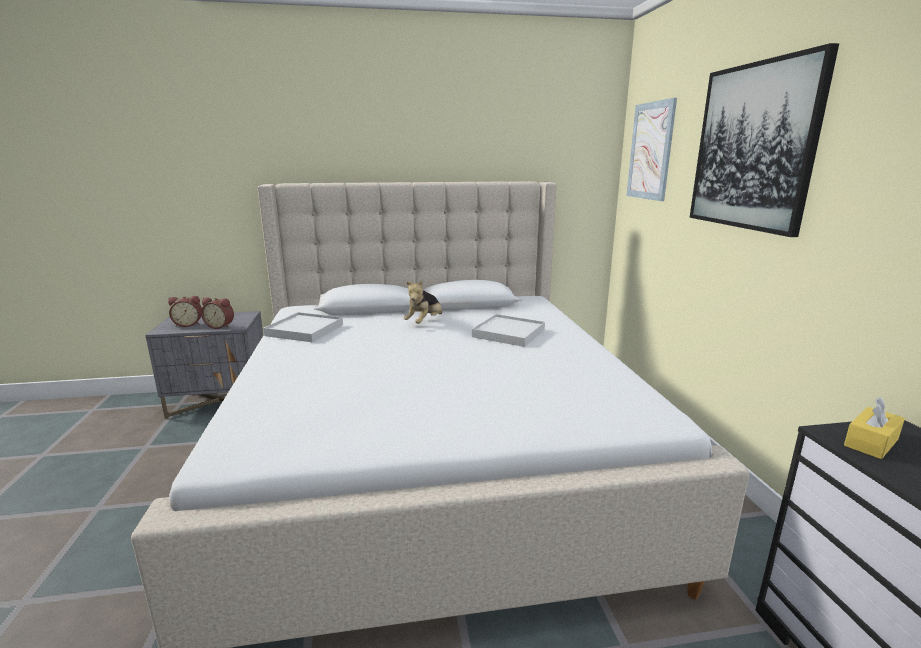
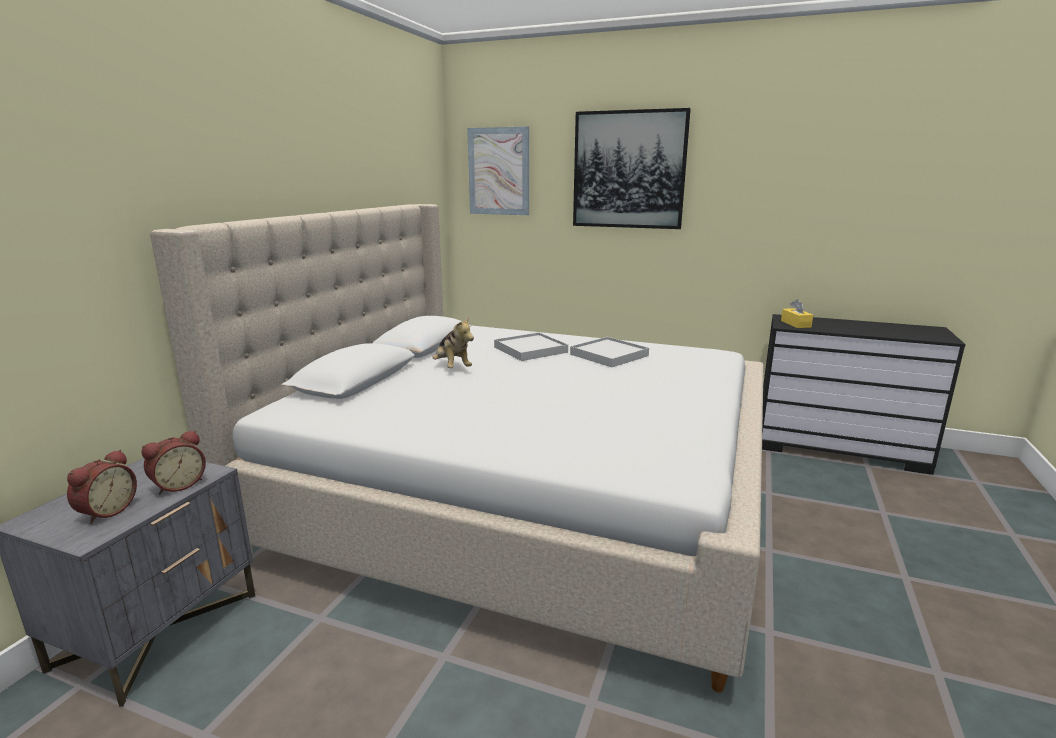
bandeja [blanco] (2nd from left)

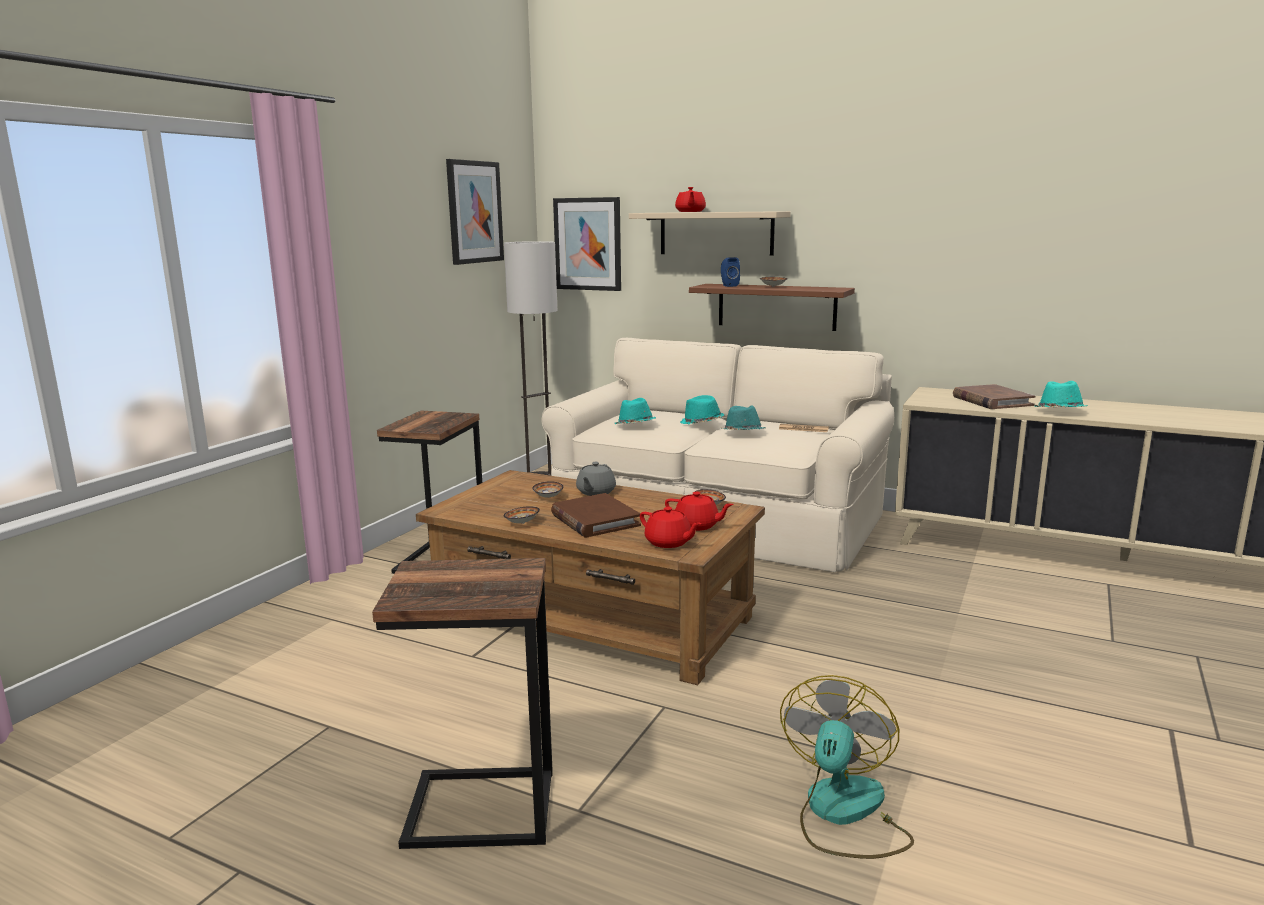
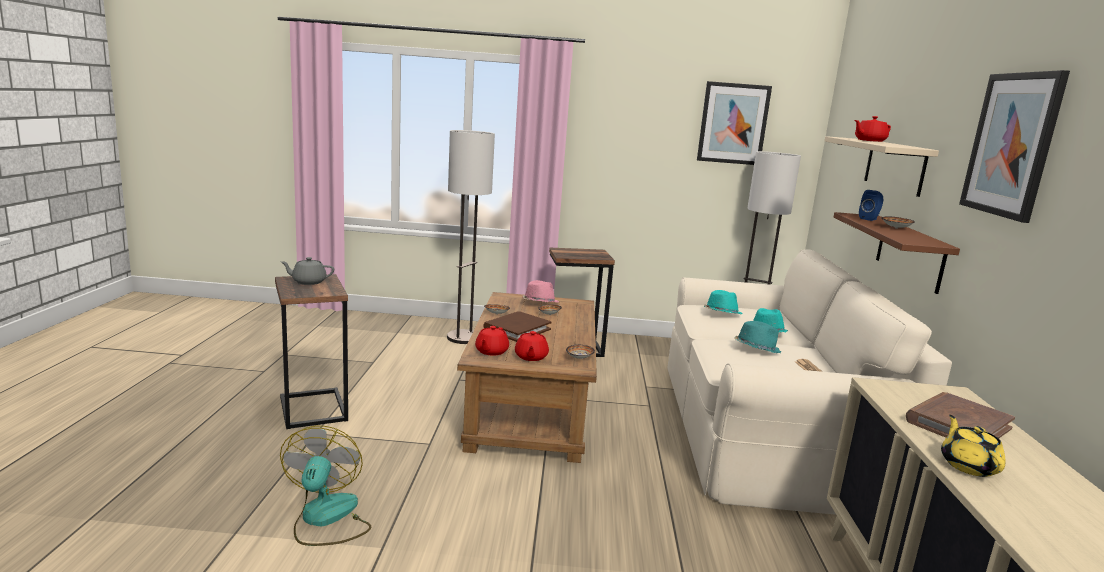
cuadro (2nd from left)
tetera [gris]
ventilador
tetera [amarillo]
lámpara de pie (1st from left)
sombrero [rosa]

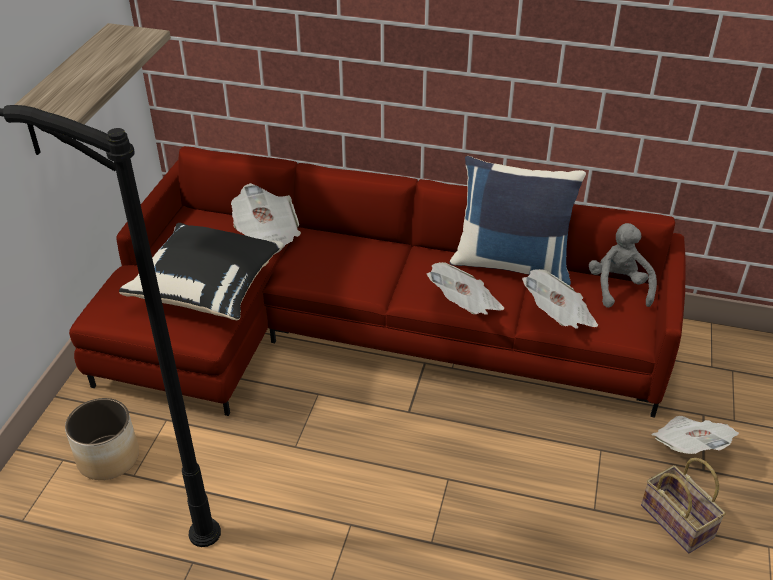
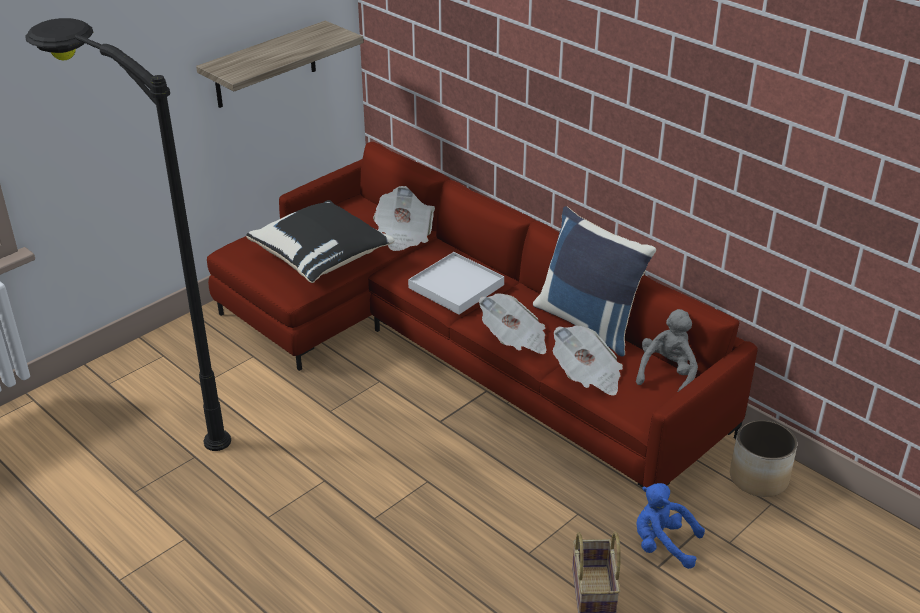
maceta
peluche [azul]
bandeja [blanco]

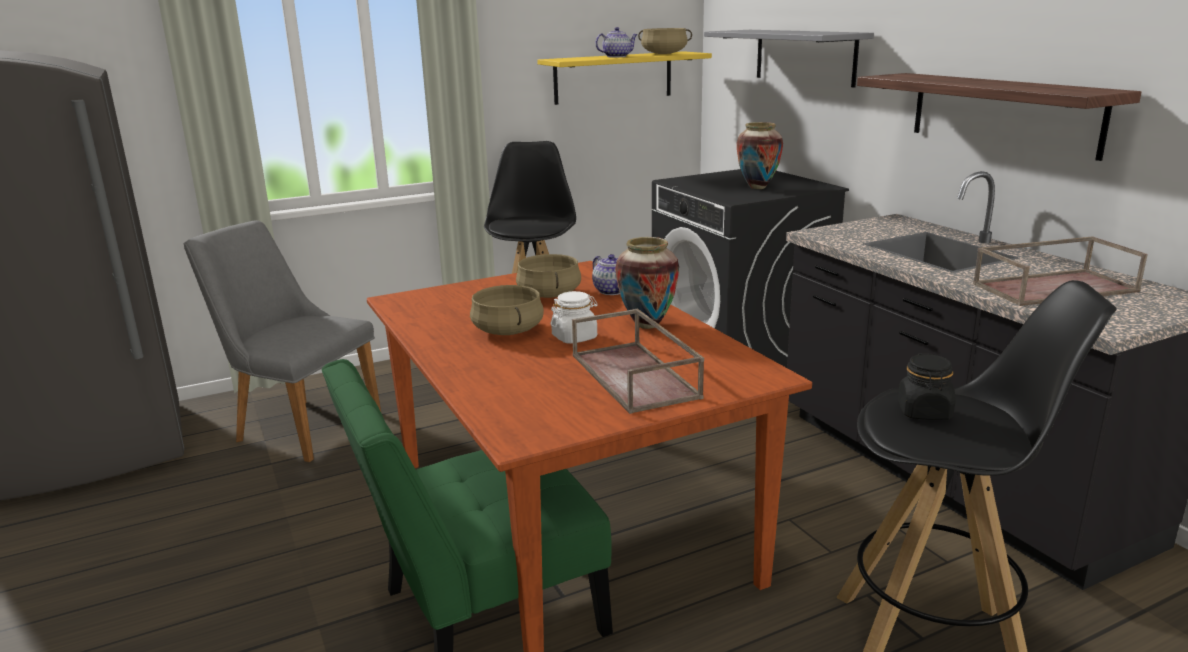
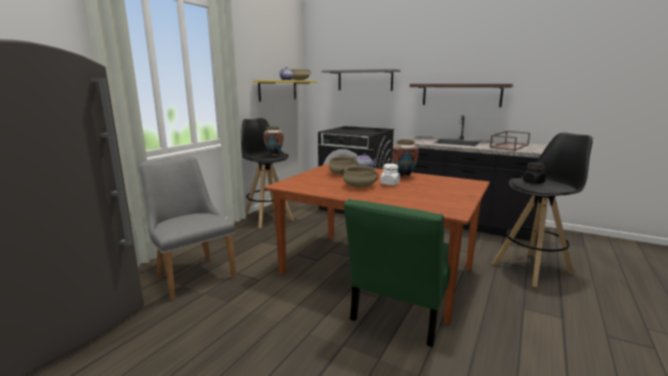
silla [gris]
bandeja [marrón] (1st from left in the first image)
florero (1st from left)

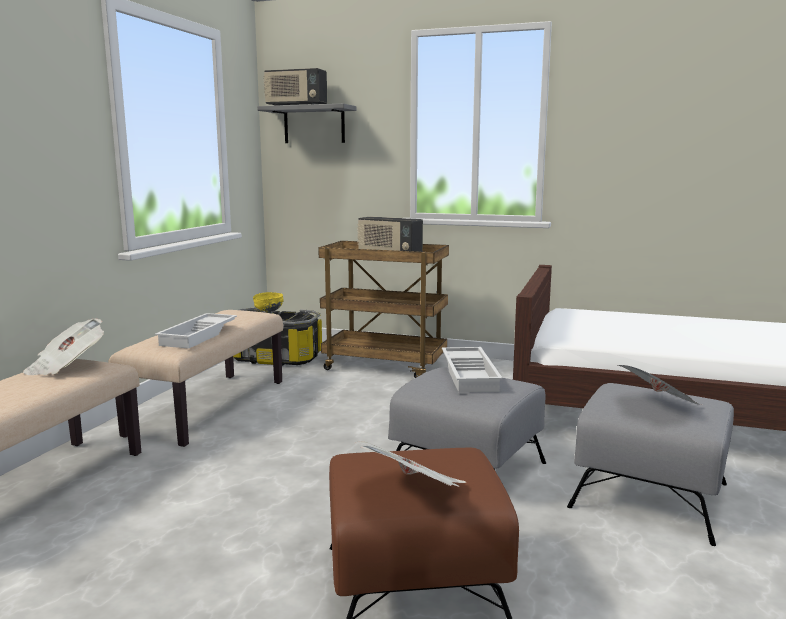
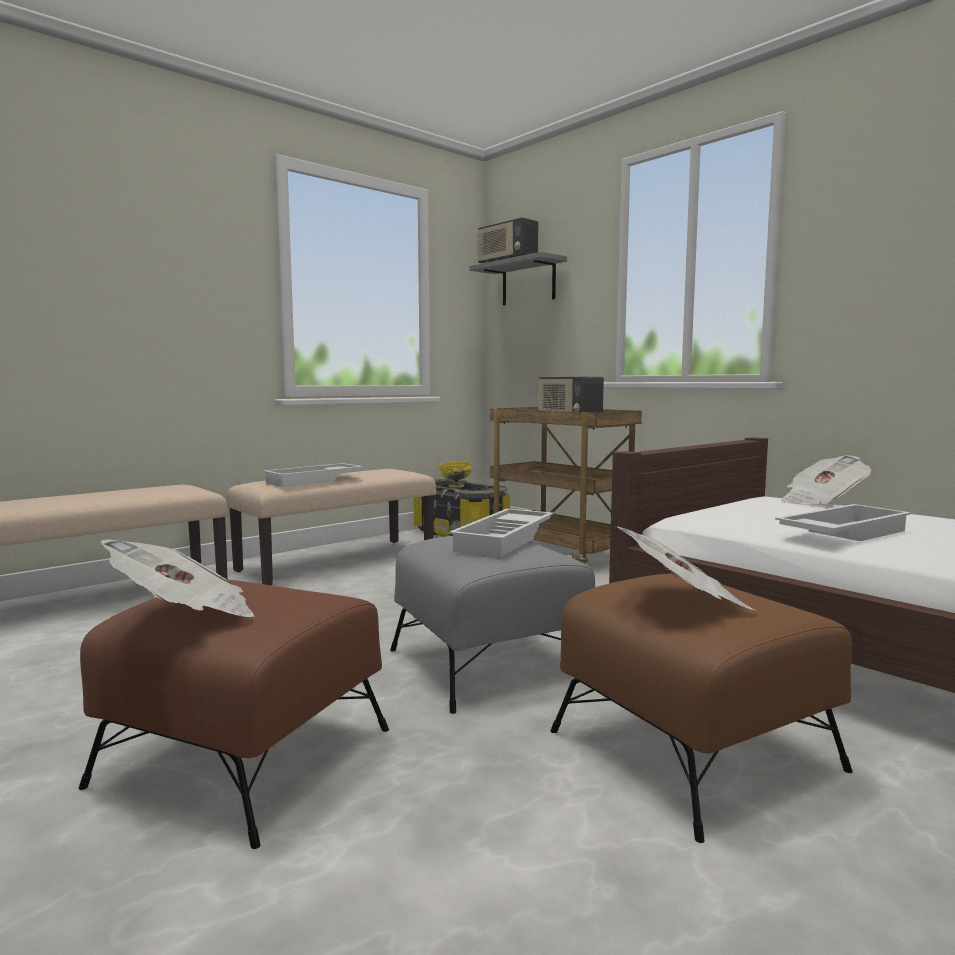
periódico (3rd from left)
puf [marrón] (2nd from left)
bandeja [blanco] (3rd from left)

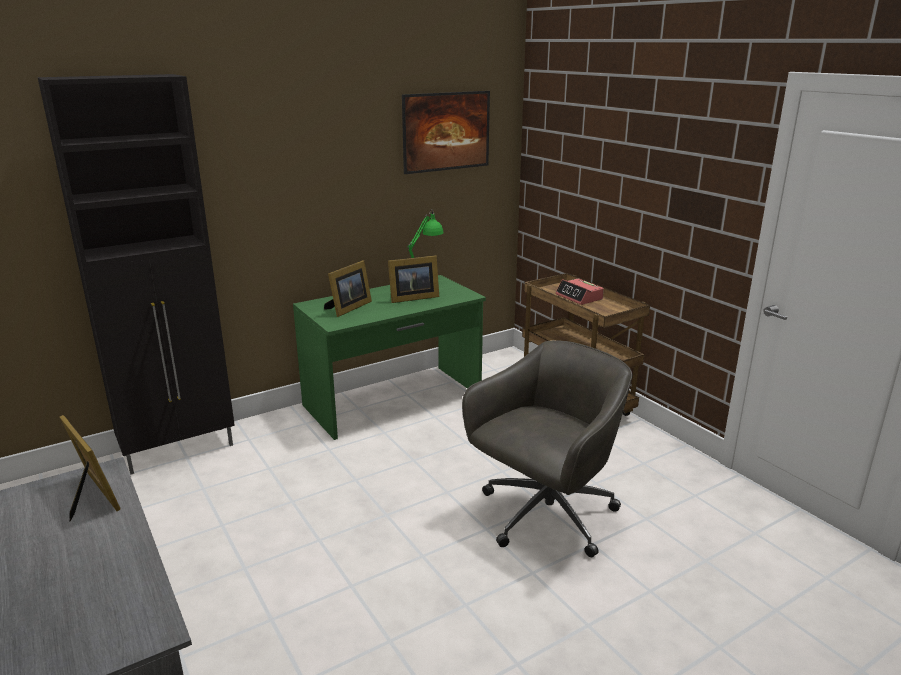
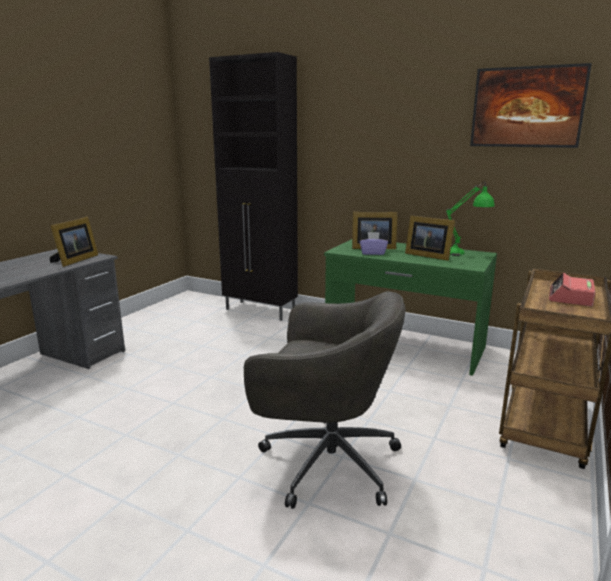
caja de pañuelos [morado]

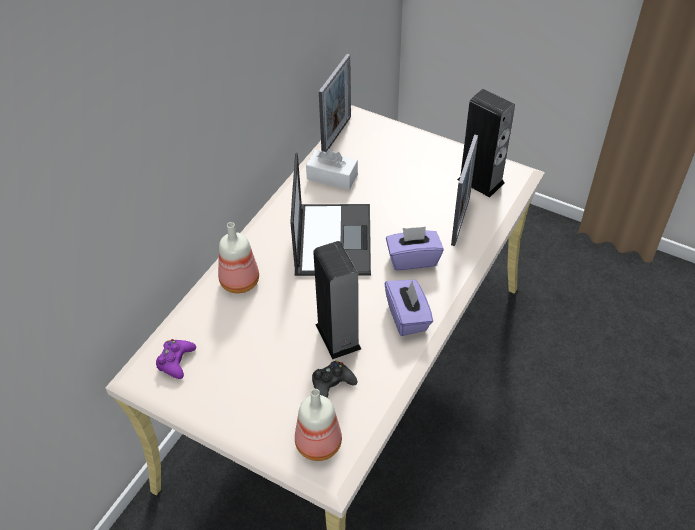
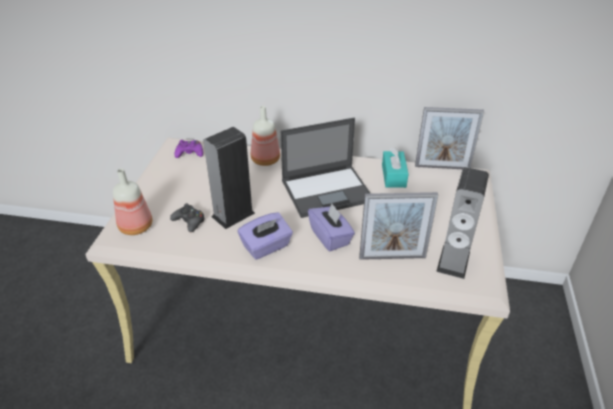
caja de pañuelos [turquesa]

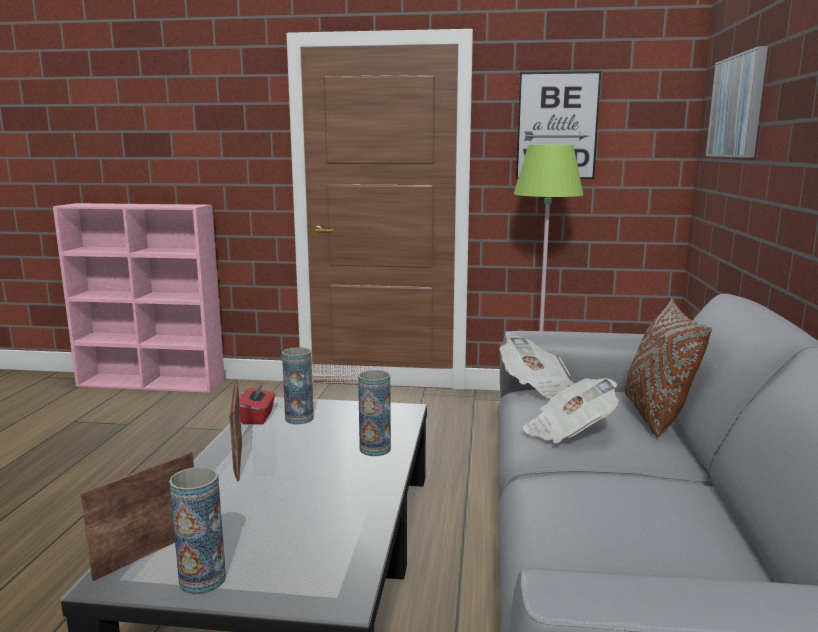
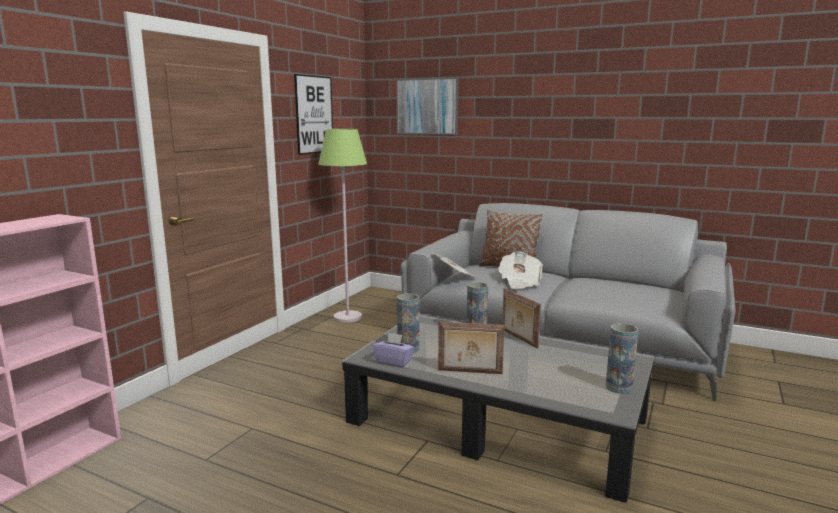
portarretratos (2nd from left)
caja de pañuelos [morado]

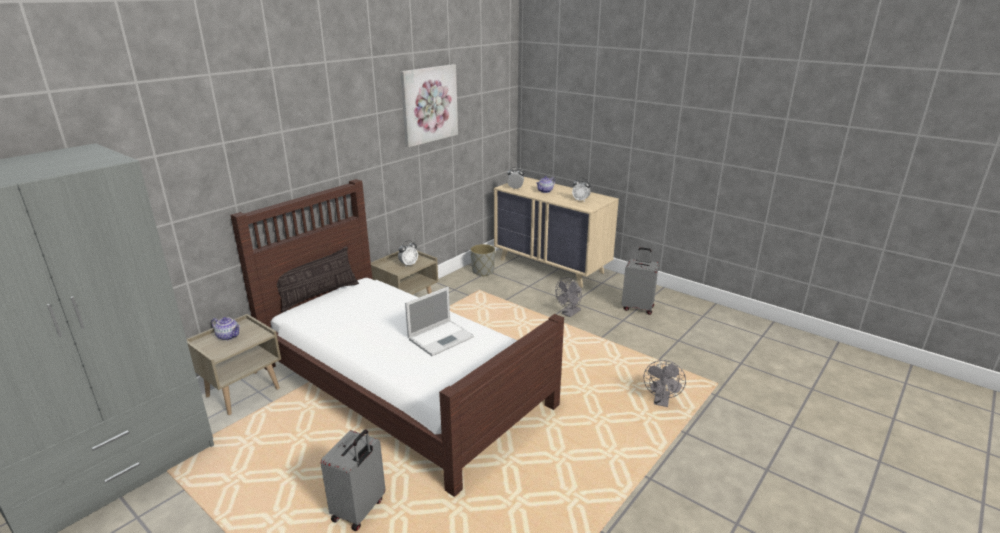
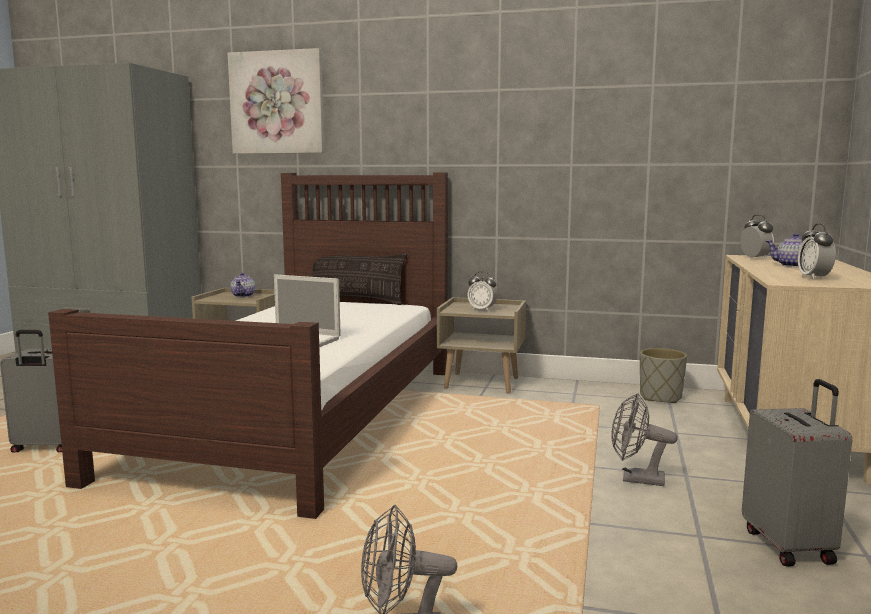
cuadro

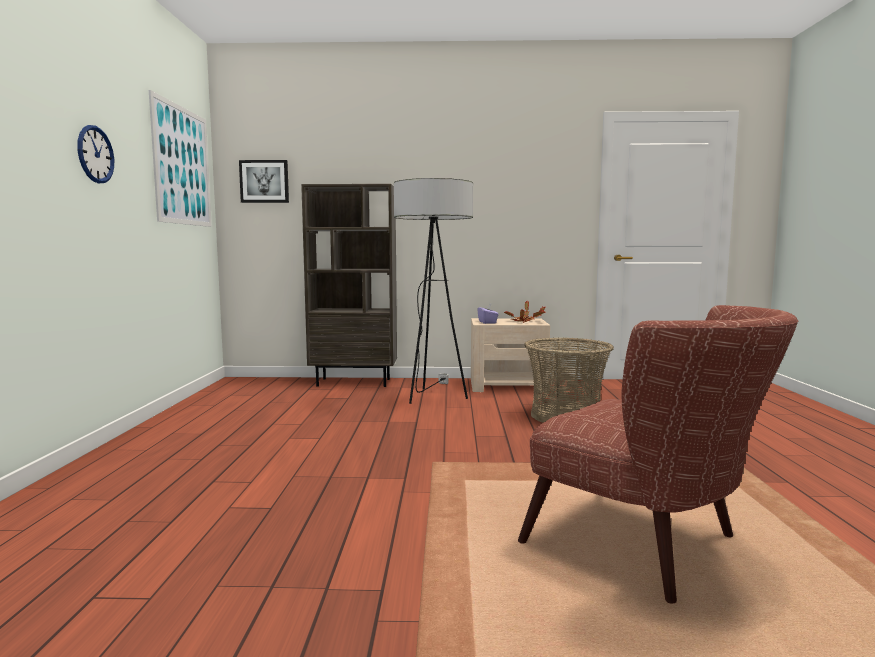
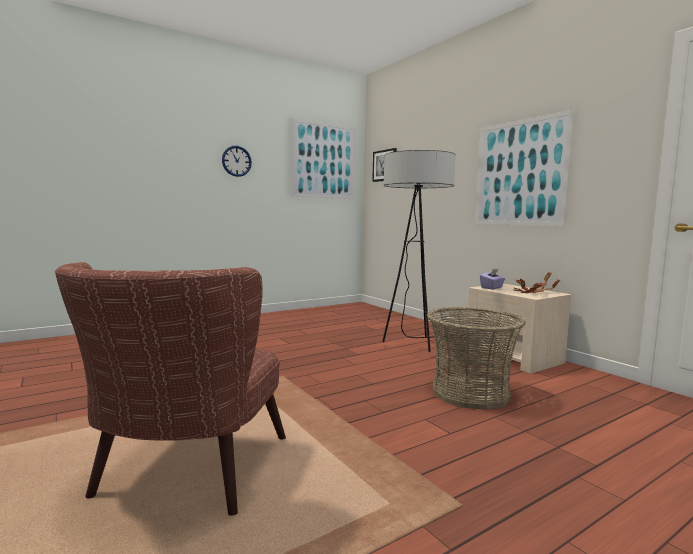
estantería [marrón]
cuadro (3rd from left)

